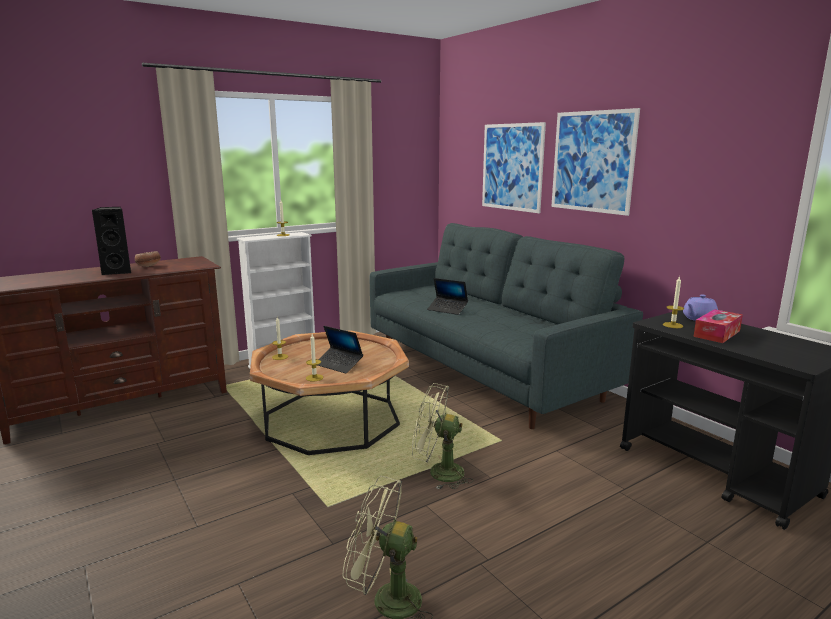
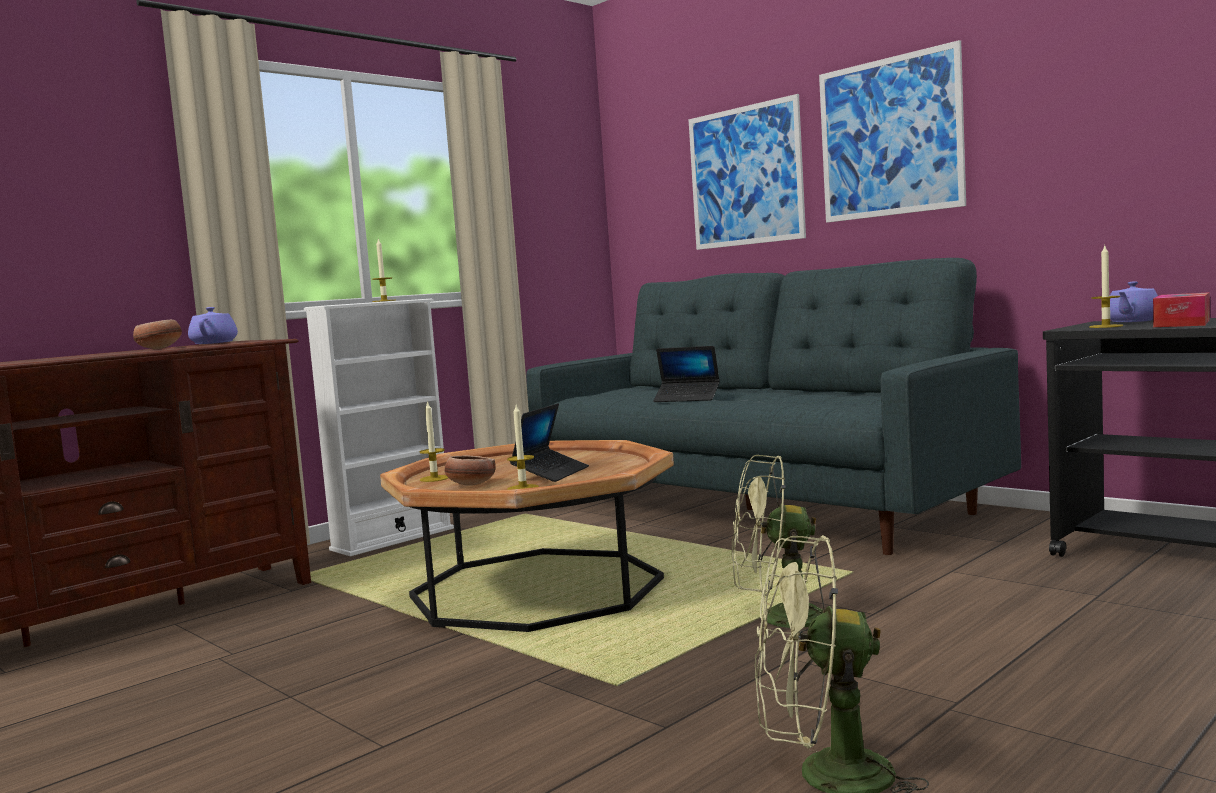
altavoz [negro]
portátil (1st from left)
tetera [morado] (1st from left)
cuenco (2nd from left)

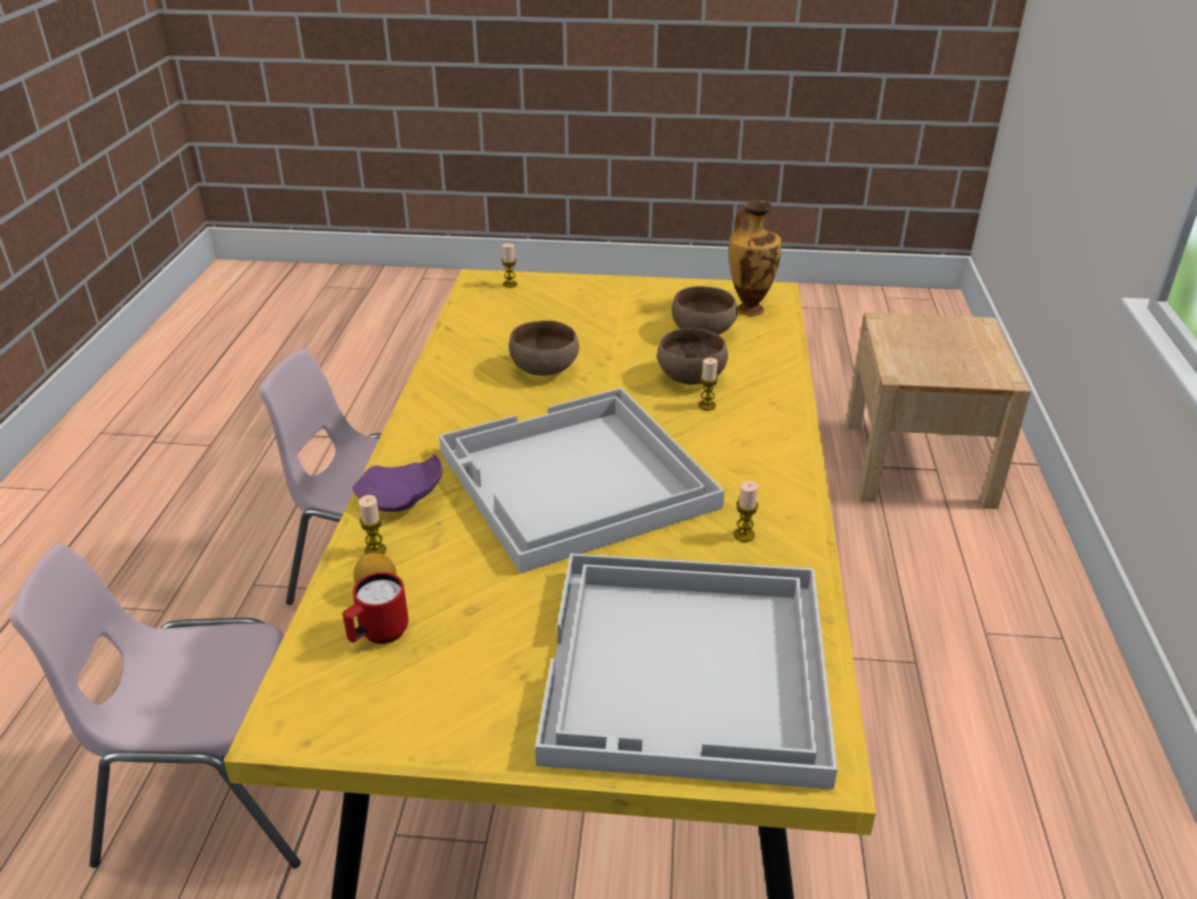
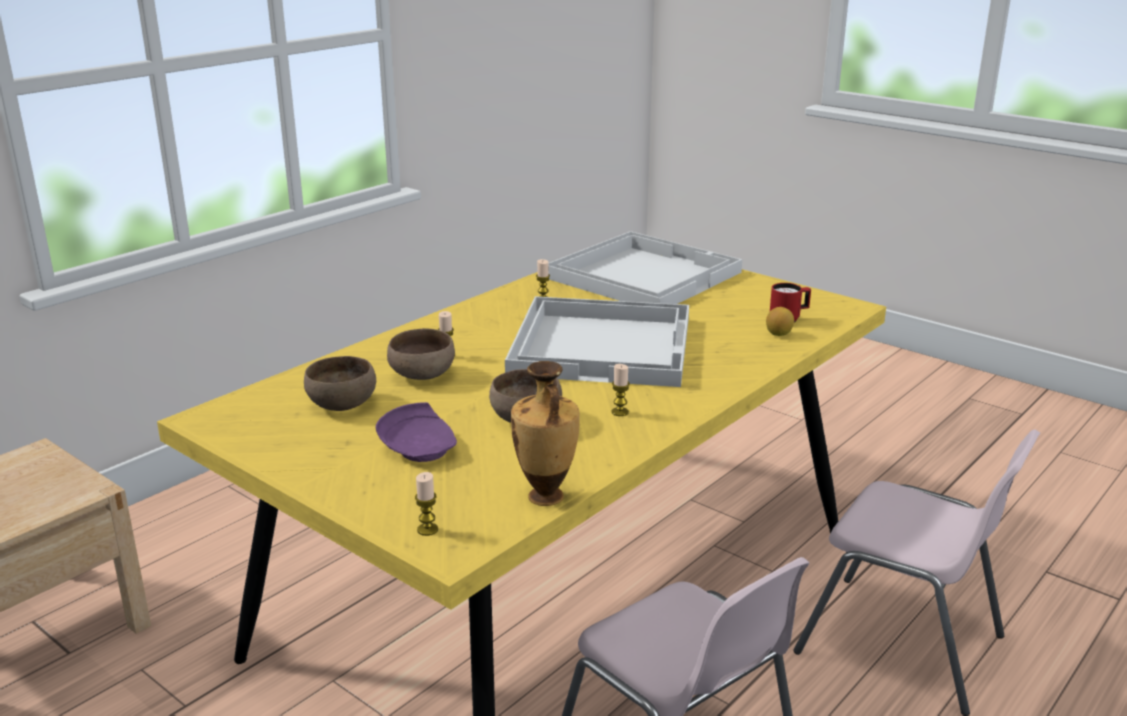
plato [morado]
vela (4th from left)
florero

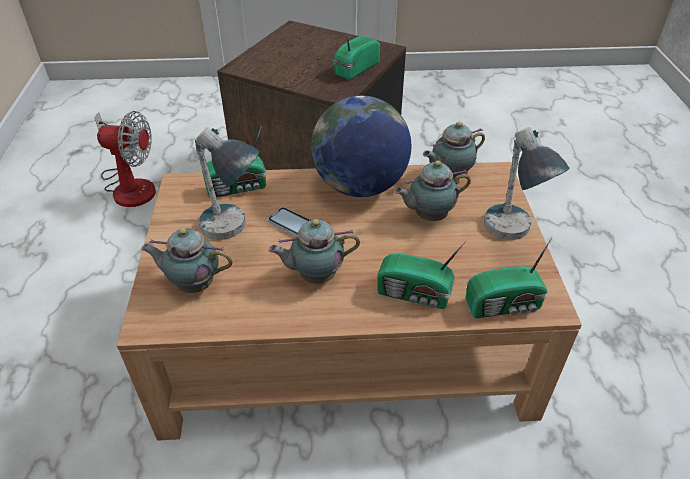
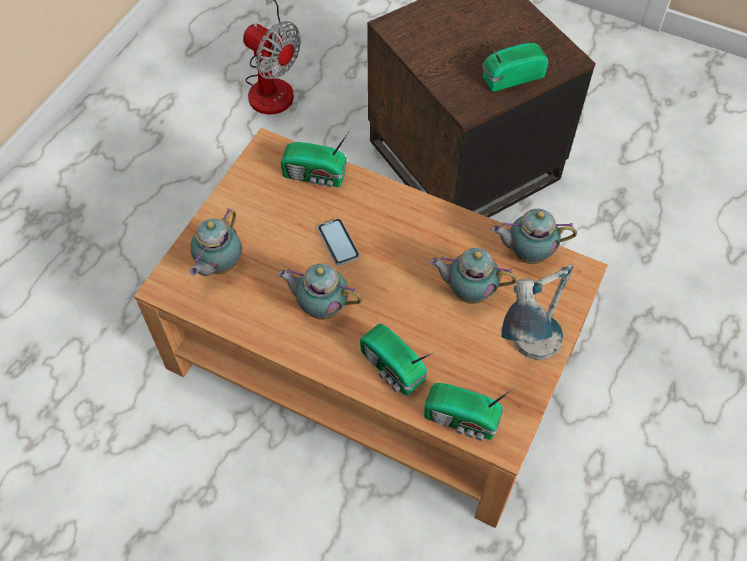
tetera (1st from left)
lámpara de mesa (1st from left in the first image)
globo terráqueo

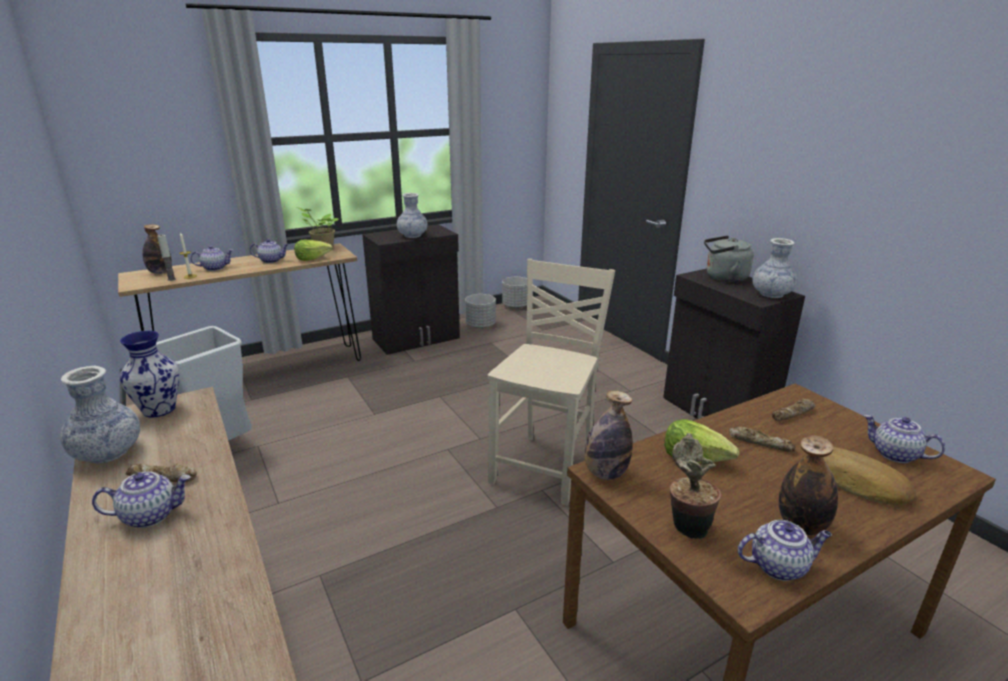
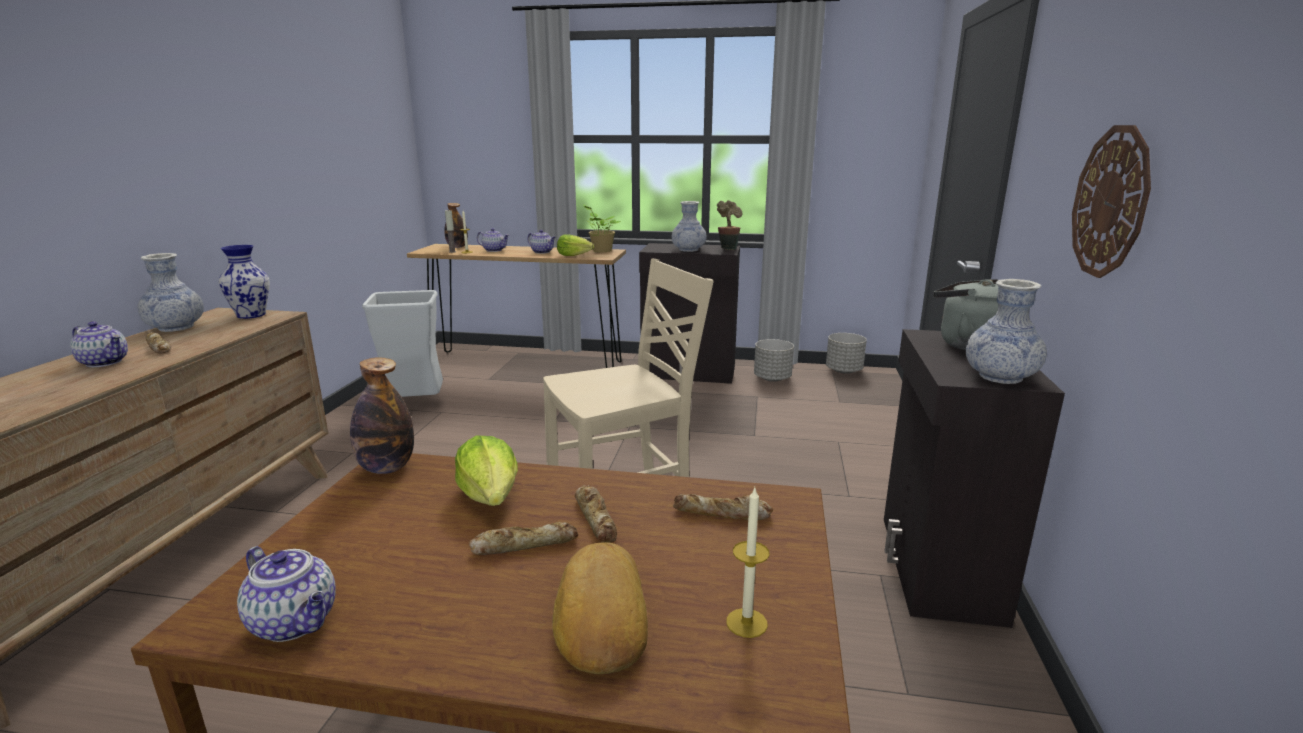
planta en maceta (2nd from left)
botella (3rd from left in the first image)
vela (3rd from left)
pan (2nd from left)
reloj de pared

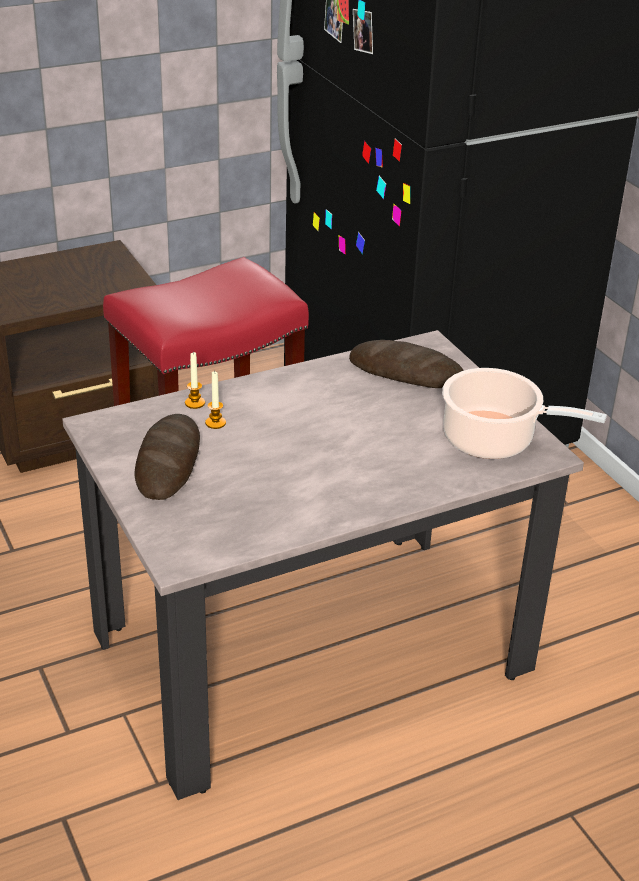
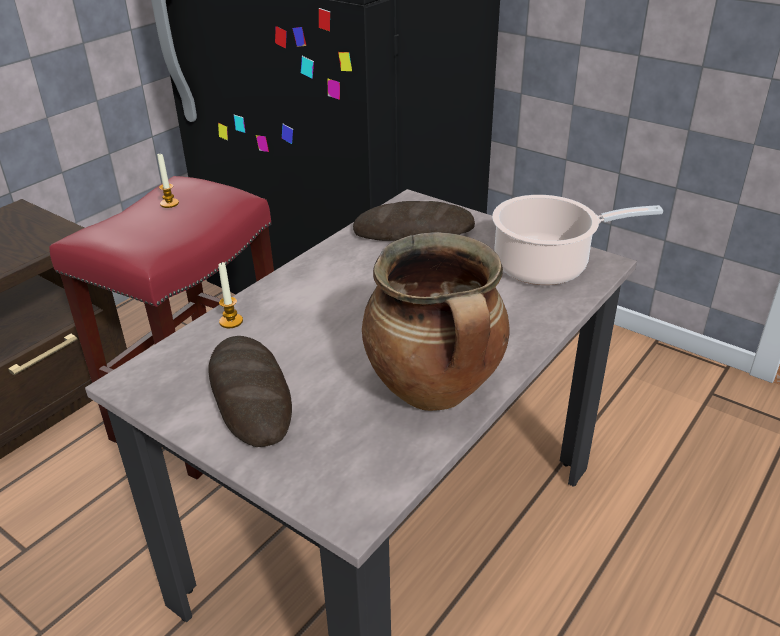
vela (1st from left)
olla (1st from left)

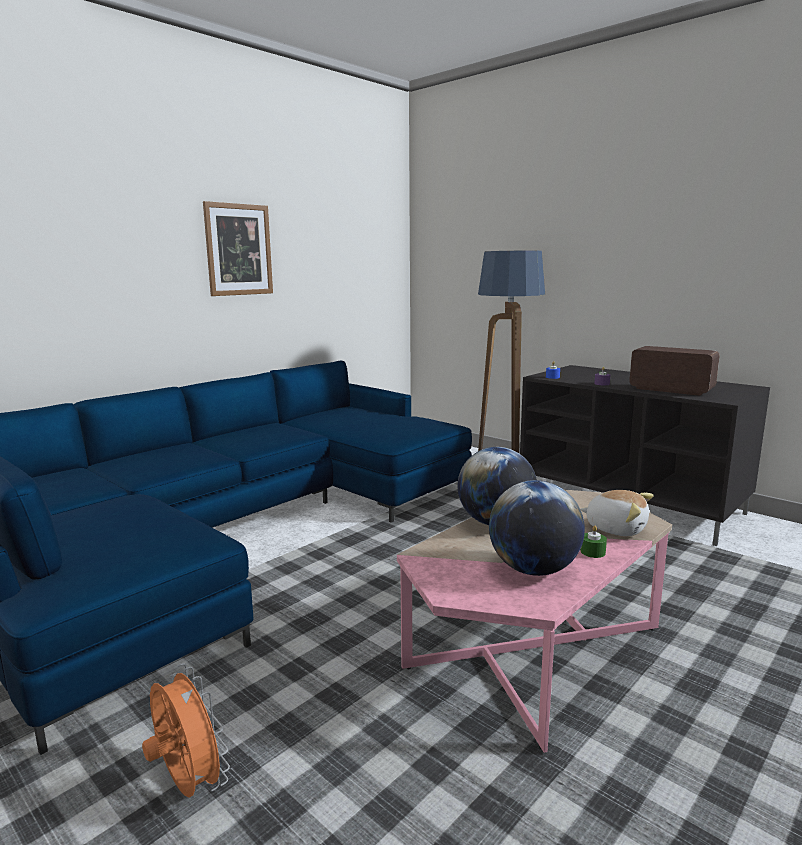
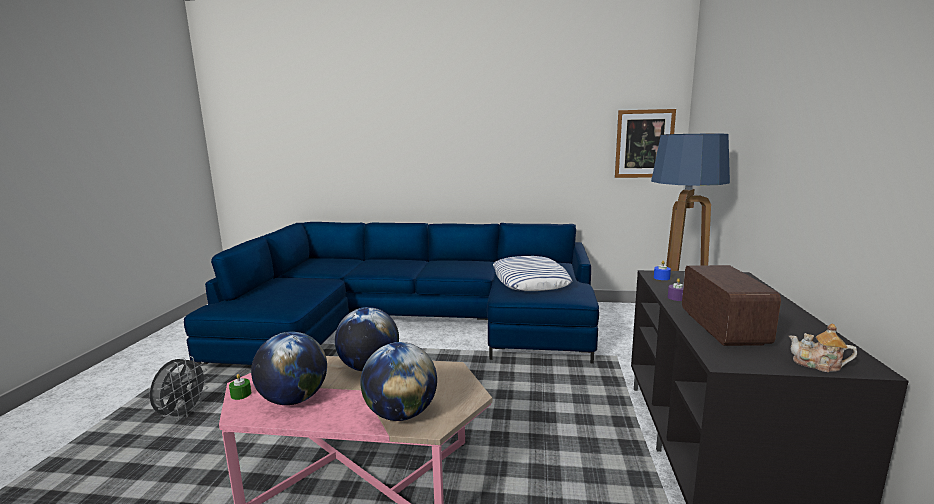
ventilador [gris]
cuadro
globo terráqueo (3rd from left)
vela [verde]
cojín
tetera

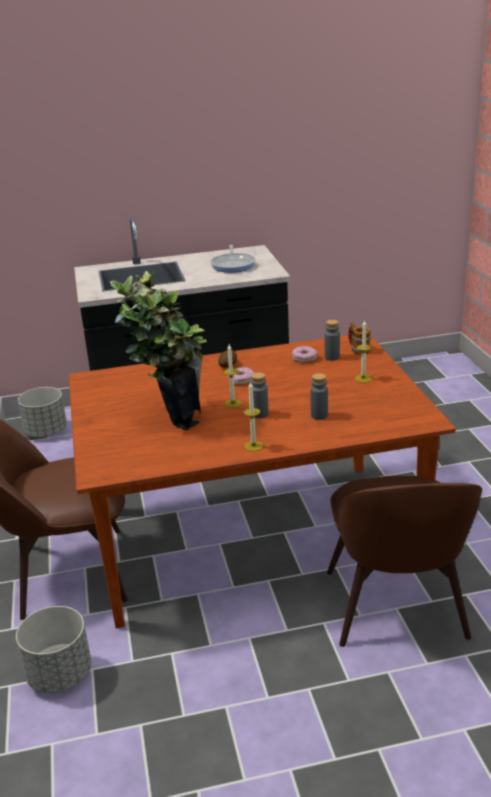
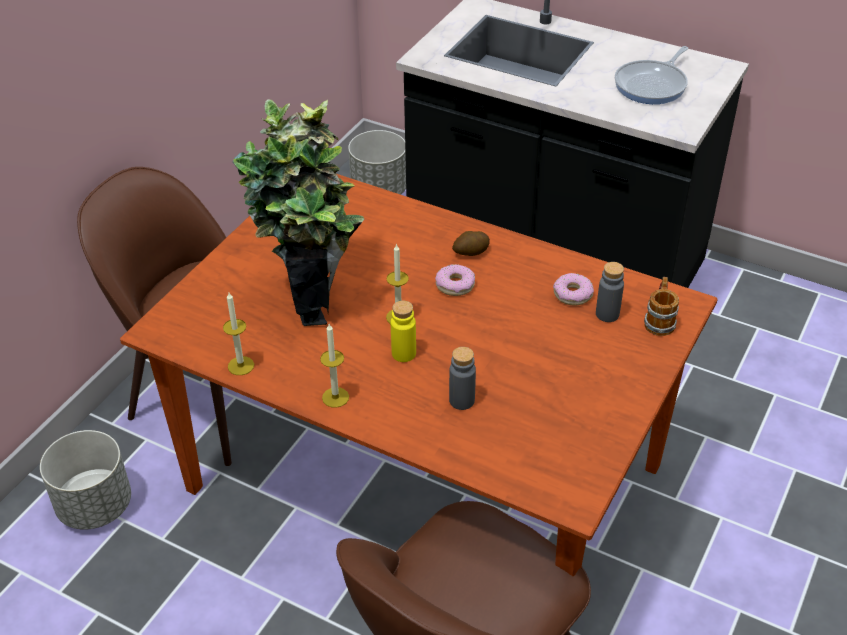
botella [amarillo]
vela (1st from left)

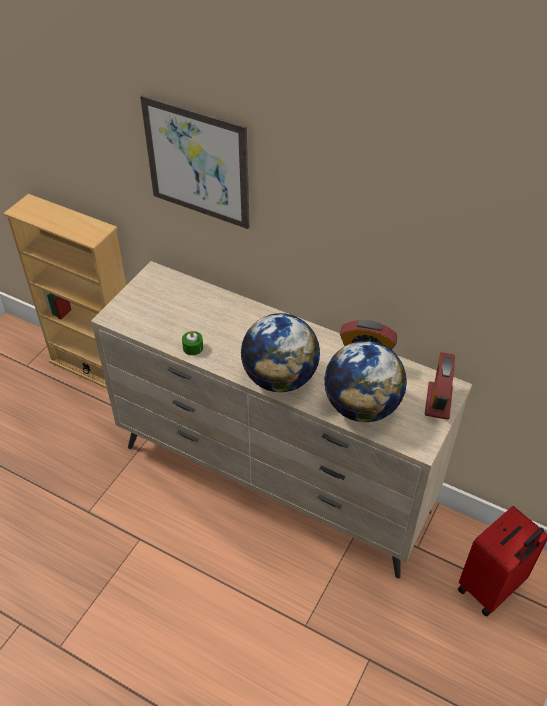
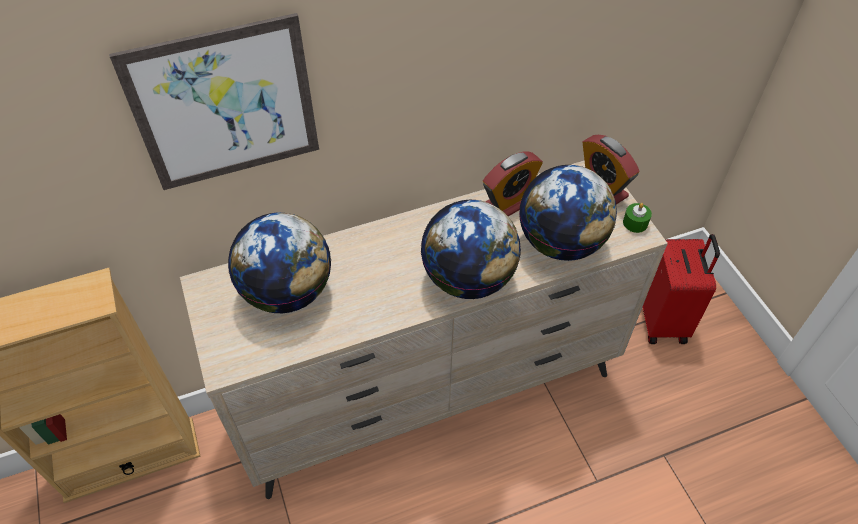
vela [verde]
globo terráqueo (1st from left)

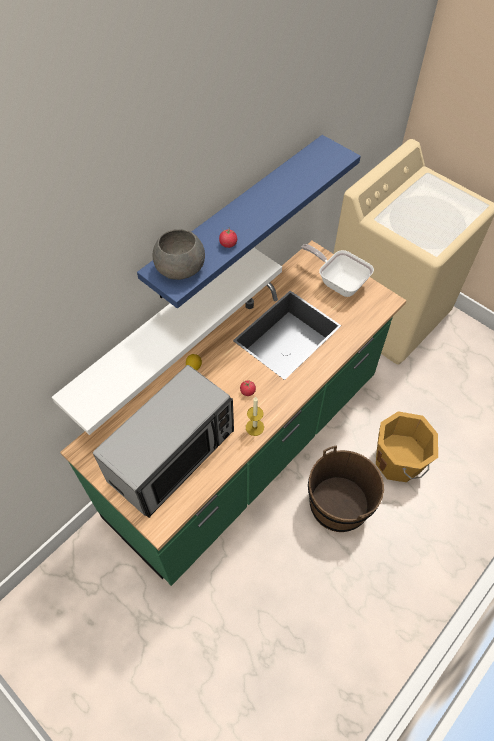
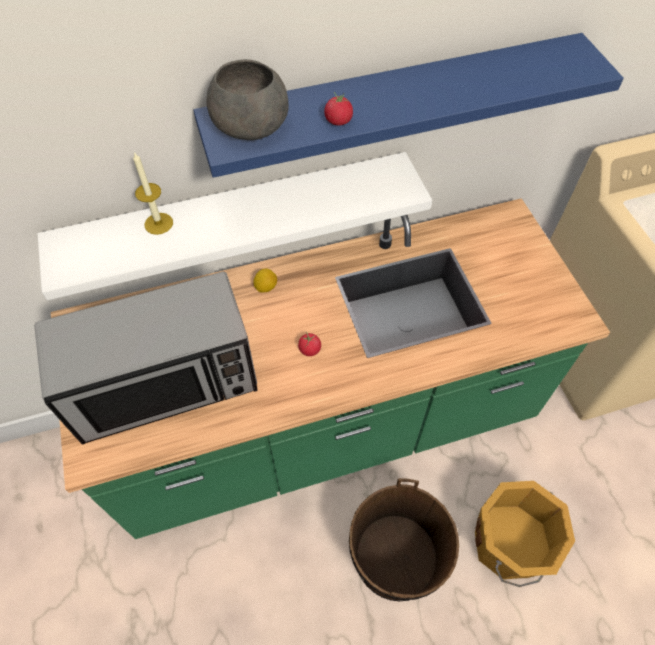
vela
sartén

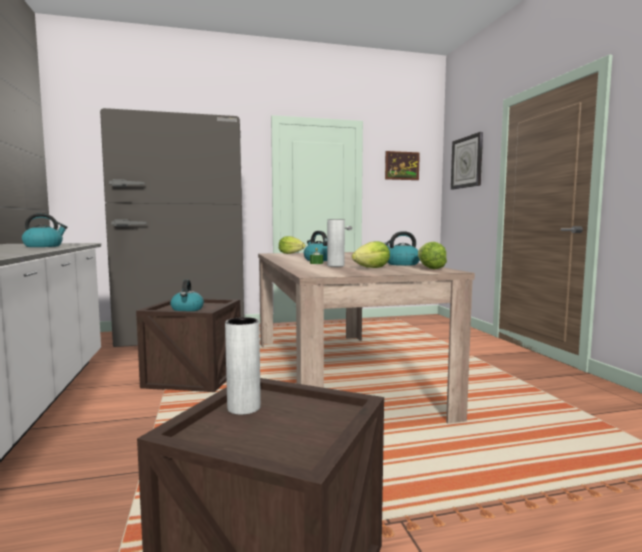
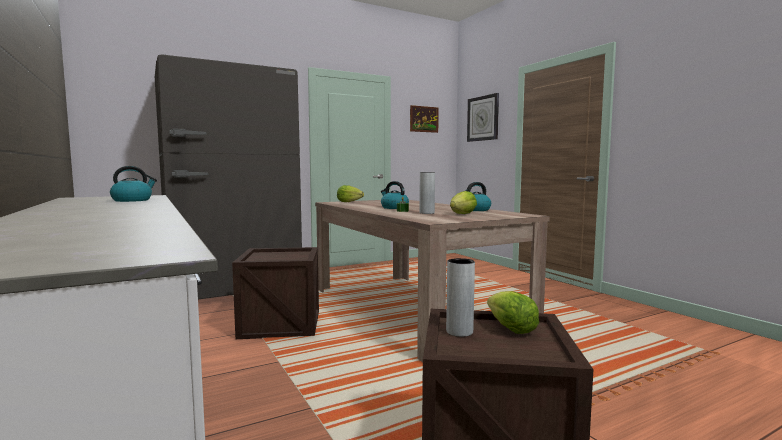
hervidor (2nd from left in the first image)
lechuga (3rd from left)

